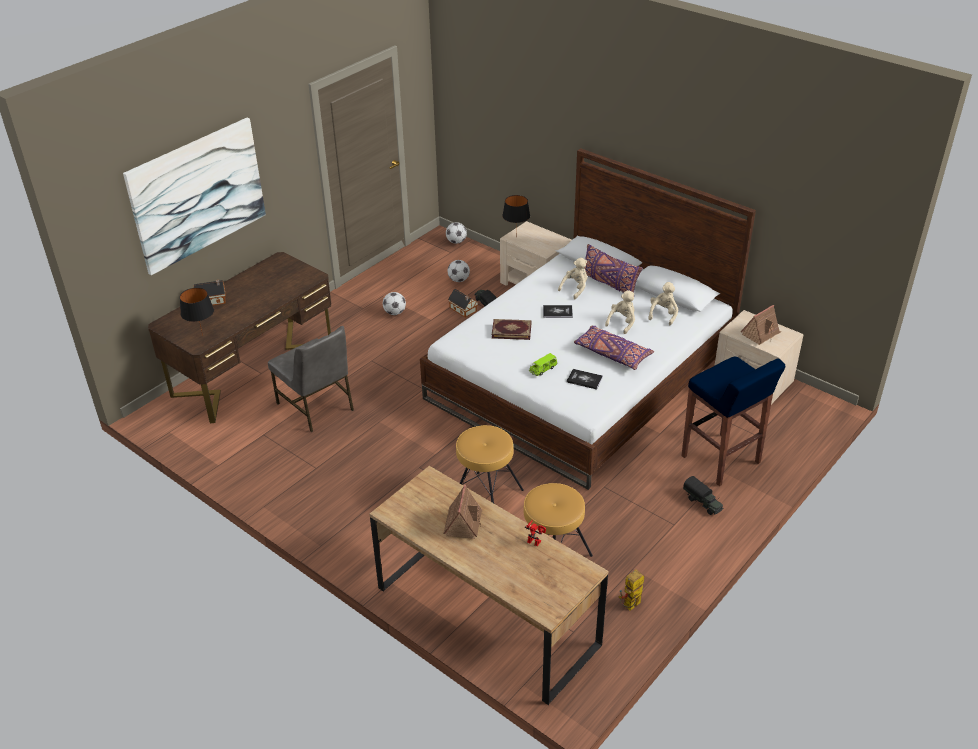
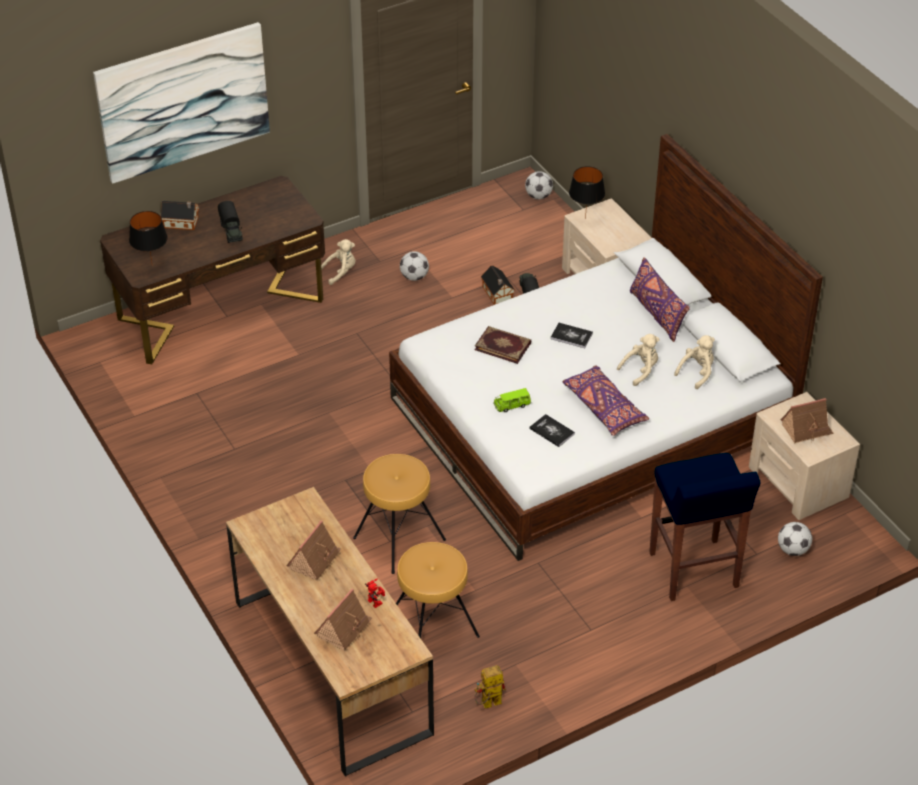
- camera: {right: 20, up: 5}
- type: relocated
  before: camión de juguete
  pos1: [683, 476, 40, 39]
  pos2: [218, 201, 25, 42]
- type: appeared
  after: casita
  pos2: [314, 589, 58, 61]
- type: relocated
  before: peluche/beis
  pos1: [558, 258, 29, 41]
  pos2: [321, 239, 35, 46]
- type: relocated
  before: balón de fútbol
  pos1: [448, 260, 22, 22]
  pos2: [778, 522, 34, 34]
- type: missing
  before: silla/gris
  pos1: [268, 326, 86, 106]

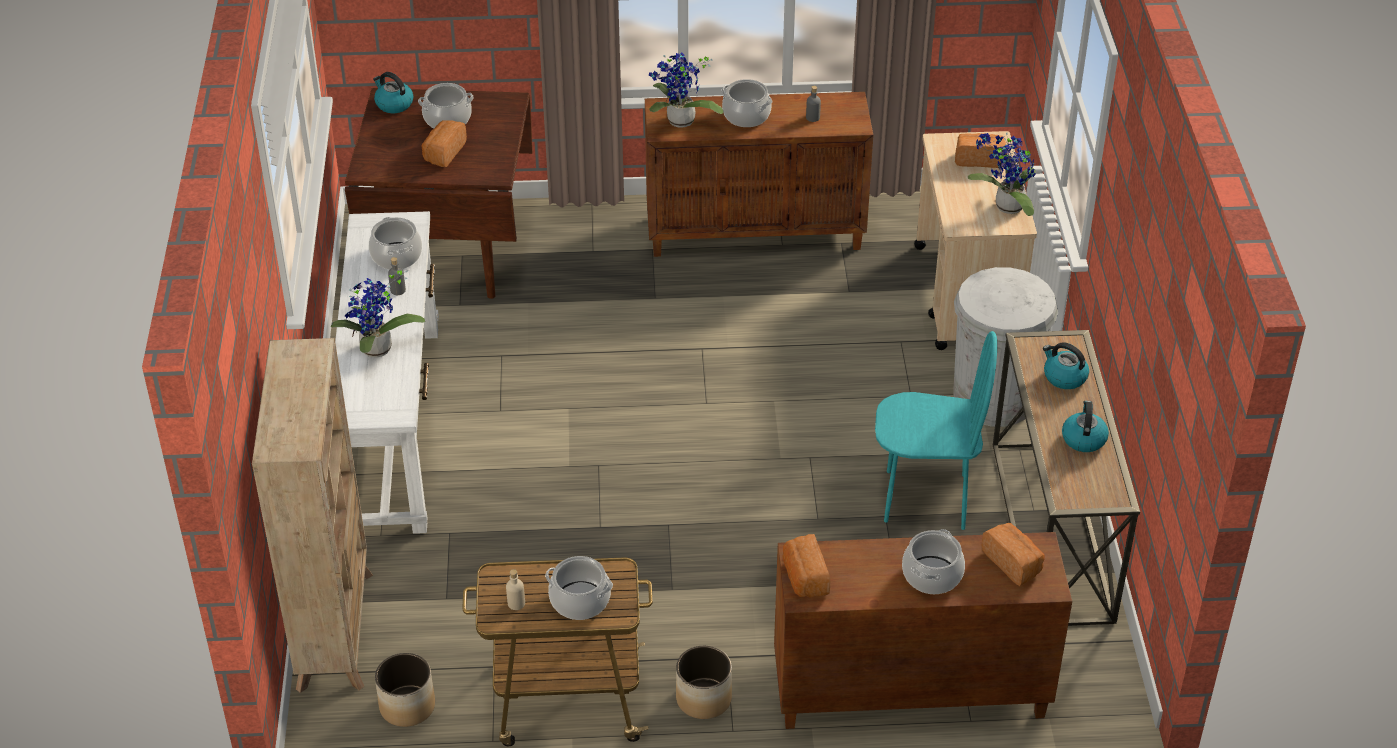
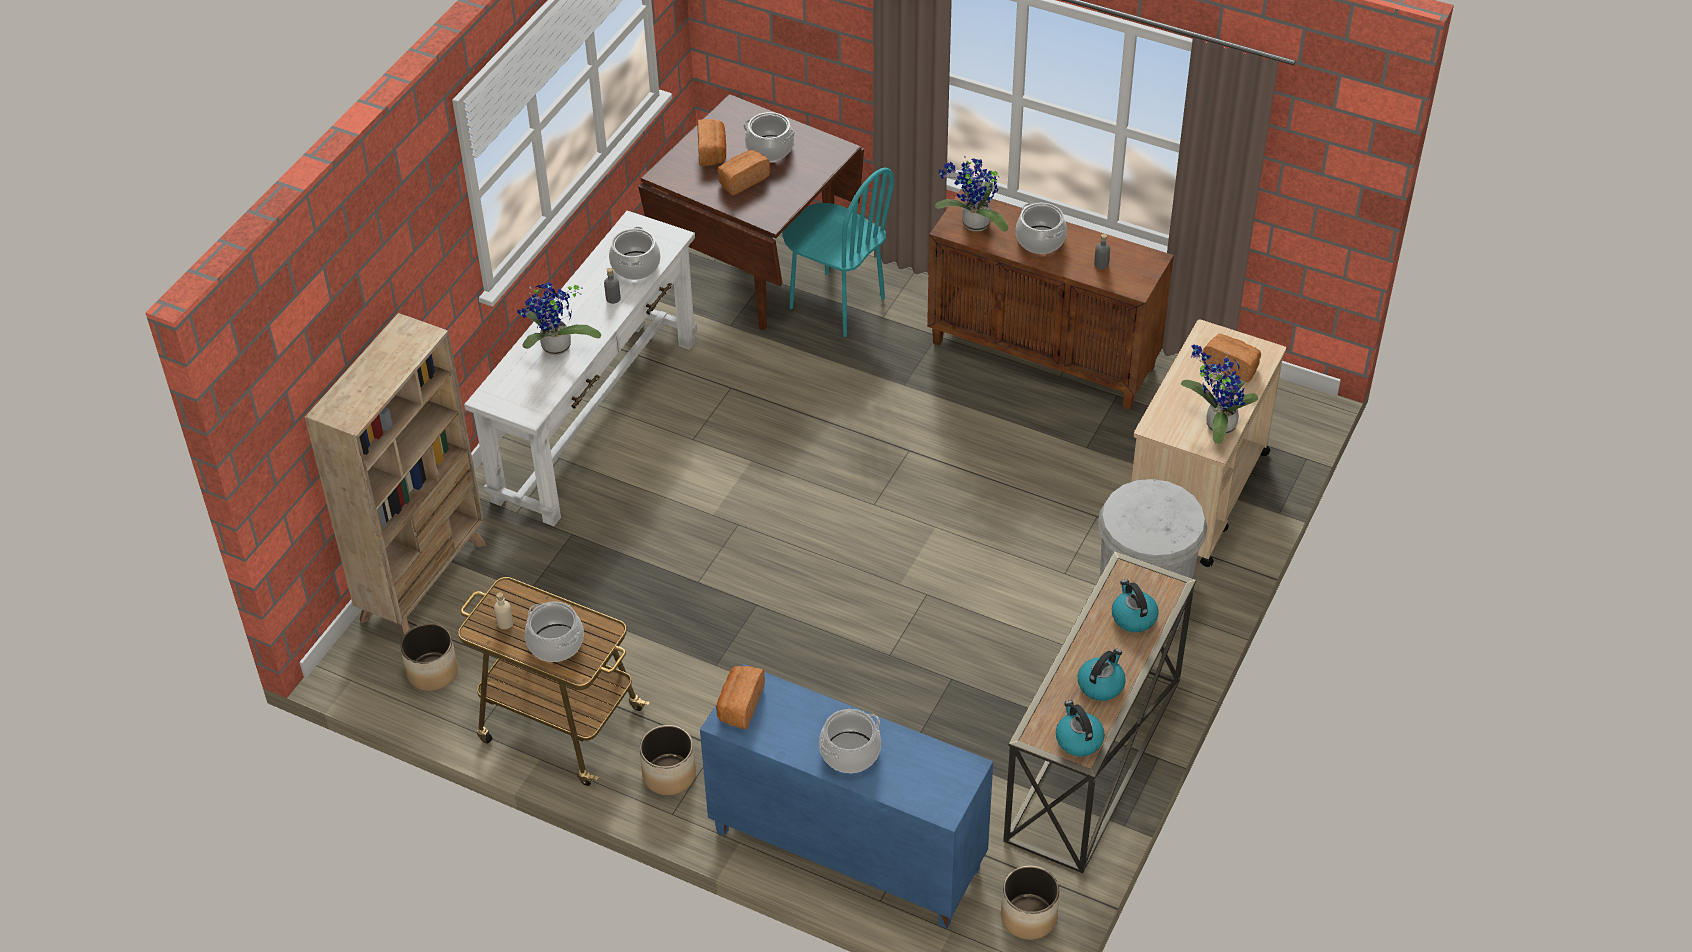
- camera: {right: 30, up: 5}
- type: relocated
  before: pan
  pos1: [981, 523, 64, 63]
  pos2: [697, 119, 29, 47]
- type: colour
  before: armario/marrón
  after: armario/azul
  pos1: [774, 532, 298, 197]
  pos2: [700, 664, 293, 265]
- type: relocated
  before: silla/turquesa
  pos1: [875, 331, 122, 199]
  pos2: [782, 168, 112, 169]
- type: appeared
  after: maceta
  pos2: [1001, 866, 58, 74]
- type: relocated
  before: hervidor
  pos1: [373, 72, 40, 41]
  pos2: [1056, 700, 49, 56]

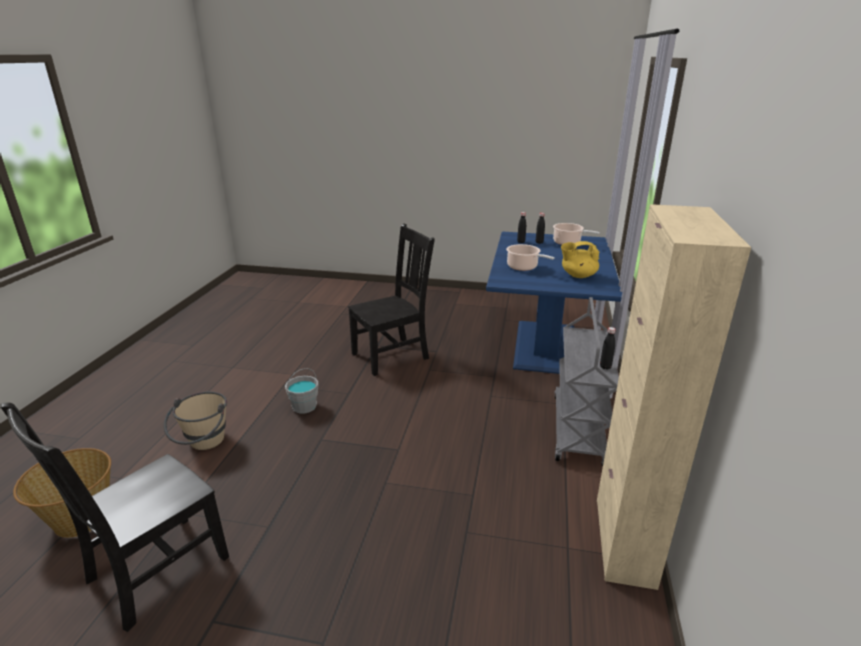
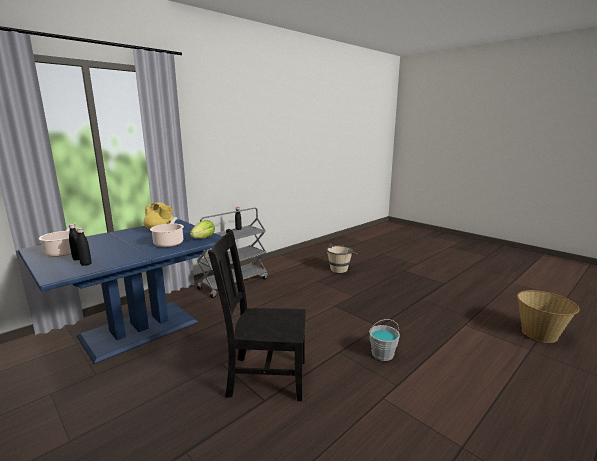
- camera: {right: -145, up: -10}
- type: appeared
  after: lechuga
  pos2: [190, 220, 25, 19]
- type: relocated
  before: cubo/beis
  pos1: [164, 392, 63, 58]
  pos2: [326, 243, 32, 30]
- type: missing
  before: silla/negro
  pos1: [1, 403, 228, 229]
- type: missing
  before: armario/beis
  pos1: [597, 204, 154, 386]

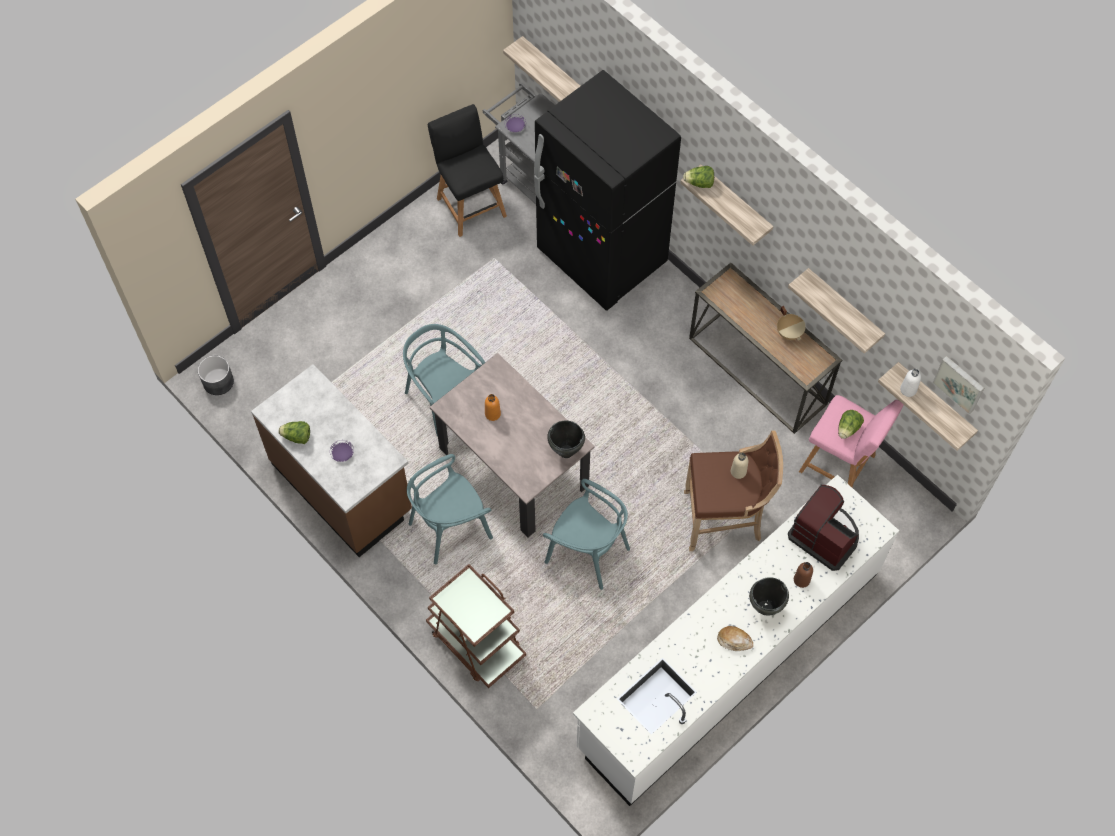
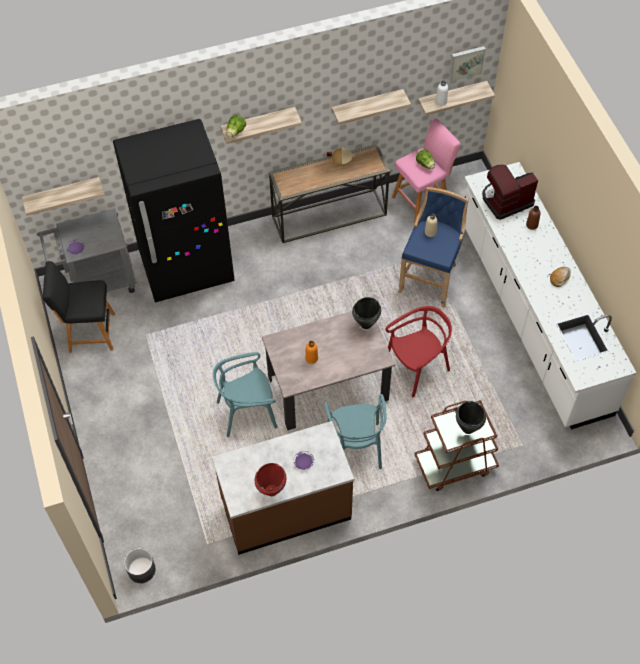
- camera: {right: -65, up: -5}
- type: exchanged
  before: lechuga
  after: olla/rojo
  pos1: [279, 421, 31, 23]
  pos2: [255, 463, 31, 33]
- type: colour
  before: silla/turquesa
  after: silla/rojo
  pos1: [543, 479, 87, 111]
  pos2: [385, 306, 67, 91]
- type: colour
  before: taburete/marrón
  after: taburete/azul
  pos1: [684, 431, 99, 120]
  pos2: [398, 187, 71, 121]
- type: relocated
  before: olla/negro
  pos1: [749, 577, 40, 39]
  pos2: [456, 401, 30, 33]

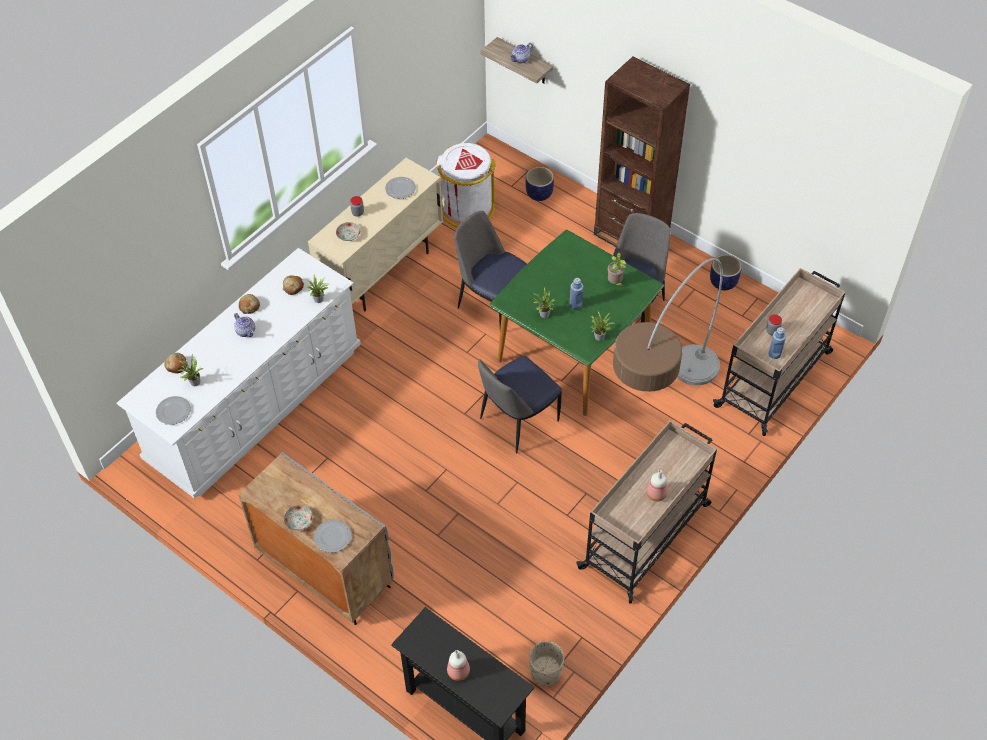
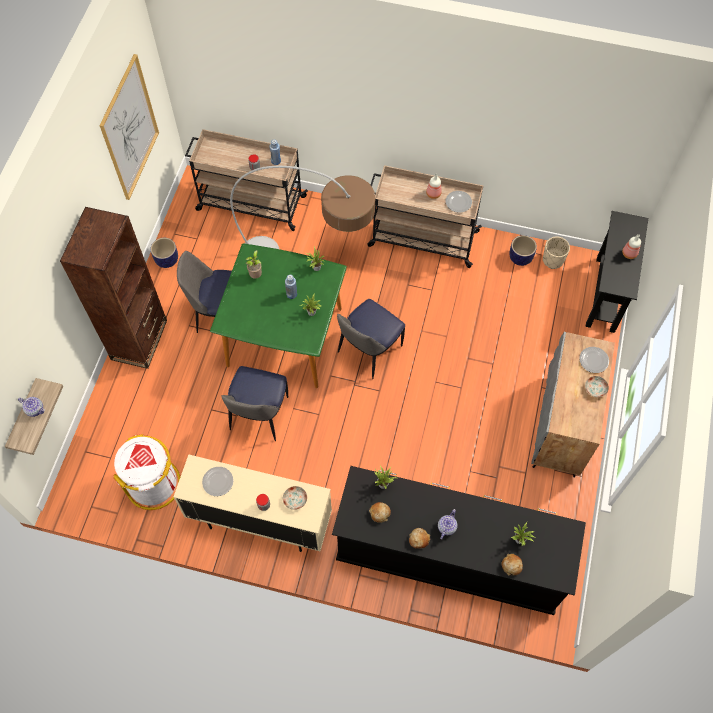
- camera: {right: -115, up: 10}
- type: appeared
  after: cuadro
  pos2: [99, 54, 60, 146]
- type: colour
  before: cómoda/blanco
  after: cómoda/negro
  pos1: [116, 248, 245, 251]
  pos2: [332, 466, 254, 149]
- type: spun
  before: silla
  pos1: [478, 356, 84, 98]
  pos2: [337, 299, 68, 80]
  turn: 105
- type: relocated
  before: plato
  pos1: [156, 396, 35, 29]
  pos2: [446, 191, 26, 22]
- type: relocated
  before: maceta
  pos1: [526, 167, 28, 34]
  pos2: [509, 235, 28, 31]

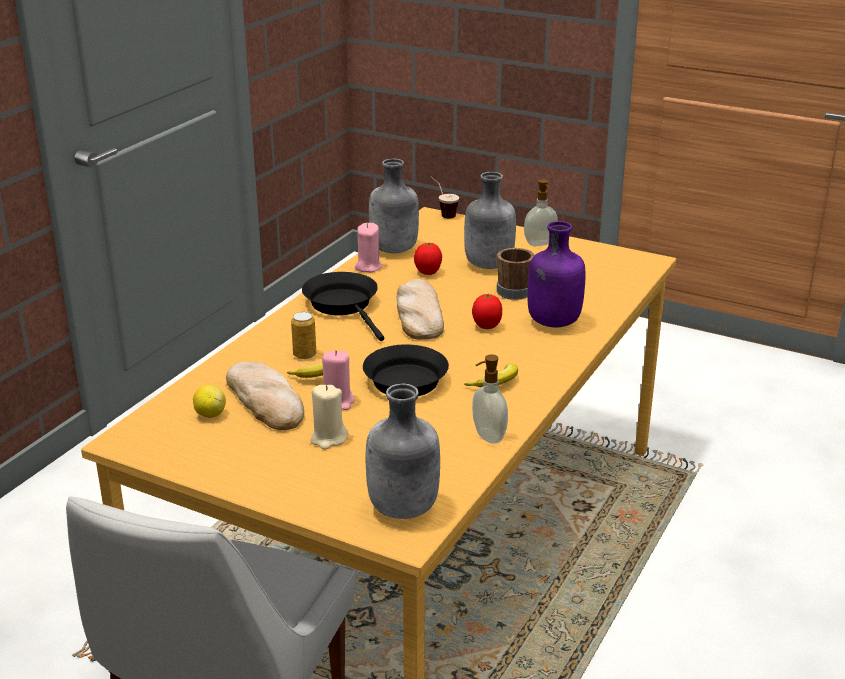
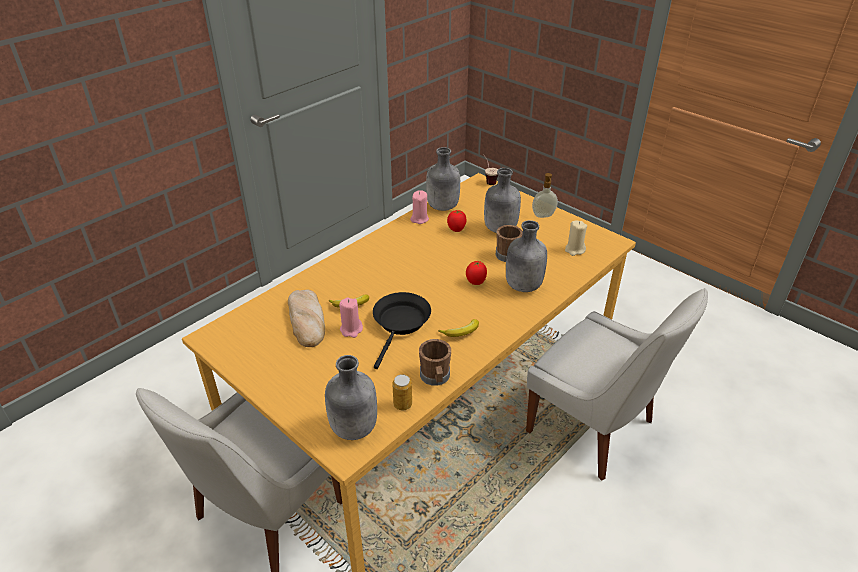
- camera: {right: 15, up: 10}
- type: relocated
  before: lata
  pos1: [291, 312, 25, 47]
  pos2: [392, 374, 20, 36]
- type: exchanged
  before: dispensador de jabón
  after: taza grande/marrón
  pos1: [472, 354, 36, 90]
  pos2: [419, 339, 32, 47]
- type: colour
  before: botella/morado
  after: botella/gris
  pos1: [527, 221, 58, 106]
  pos2: [506, 220, 41, 72]
- type: appeared
  after: silla/blanco
  pos2: [526, 288, 182, 193]
- type: relocated
  before: vela/beis
  pos1: [311, 385, 37, 65]
  pos2: [565, 221, 22, 35]
- type: missing
  before: limón
  pos1: [193, 385, 33, 33]
- type: missing
  before: sartén/negro
  pos1: [302, 272, 82, 69]
- type: missing
  before: pan
  pos1: [397, 279, 47, 61]

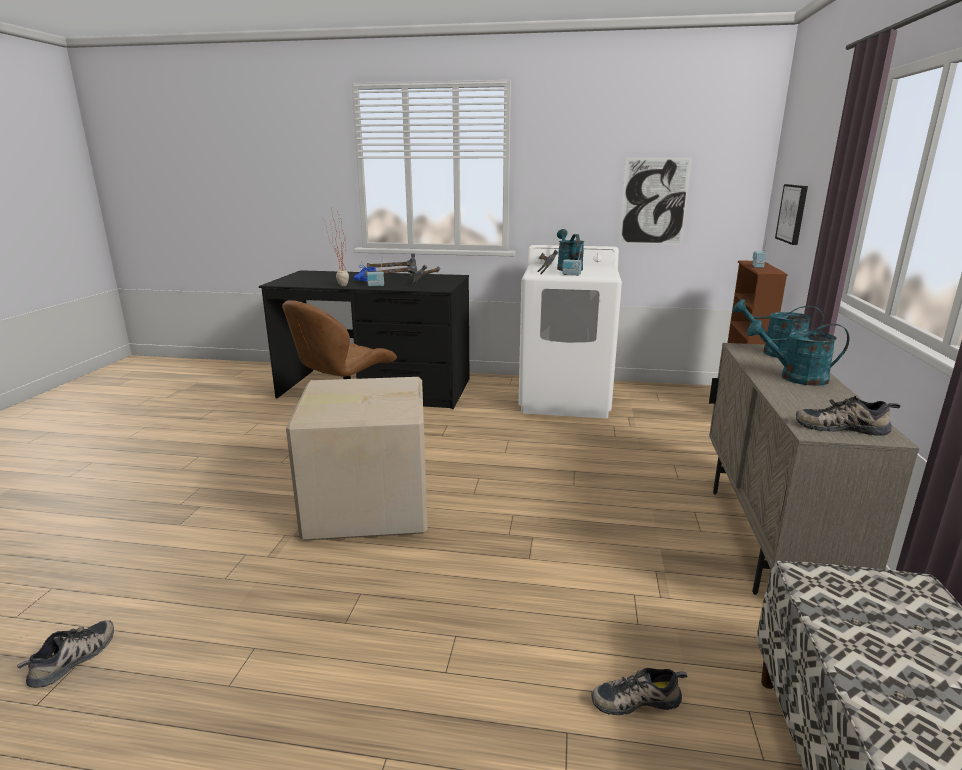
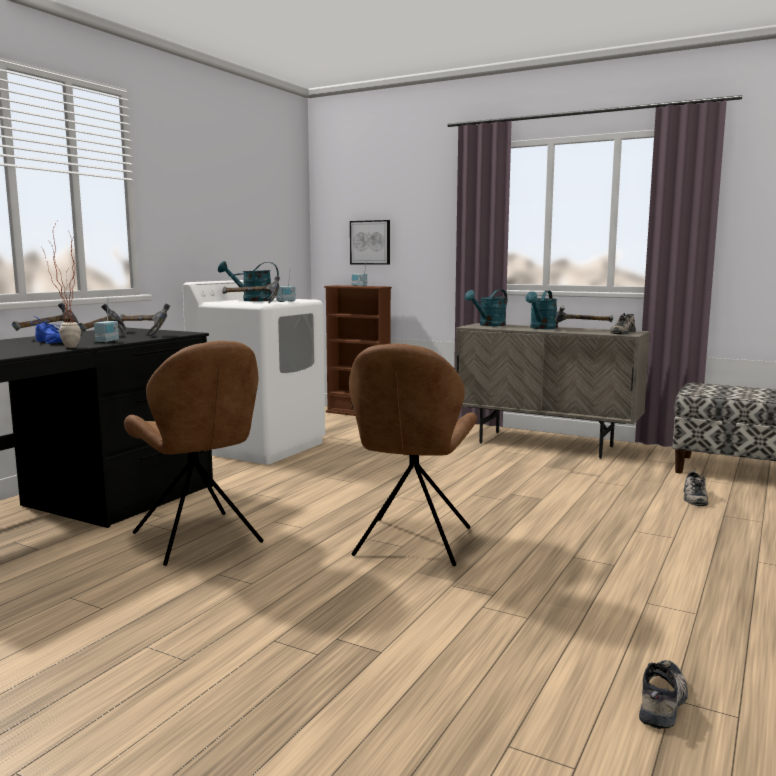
- camera: {right: -70, up: -10}
- type: exchanged
  before: caja de cartón
  after: silla/marrón
  pos1: [286, 377, 142, 164]
  pos2: [349, 344, 128, 222]
- type: appeared
  after: martillo
  pos2: [555, 306, 58, 23]
- type: spun
  before: zapato
  pos1: [17, 620, 97, 68]
  pos2: [639, 660, 49, 69]
  turn: 75
- type: missing
  before: cuadro
  pos1: [619, 158, 73, 87]

